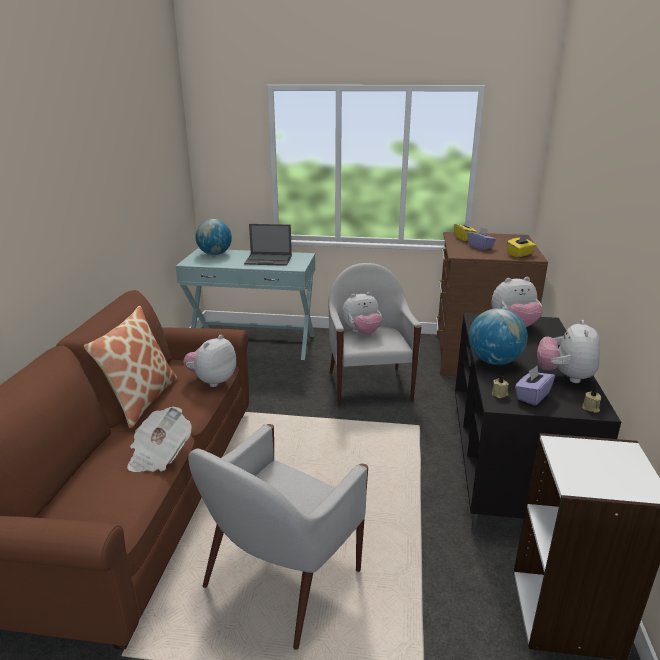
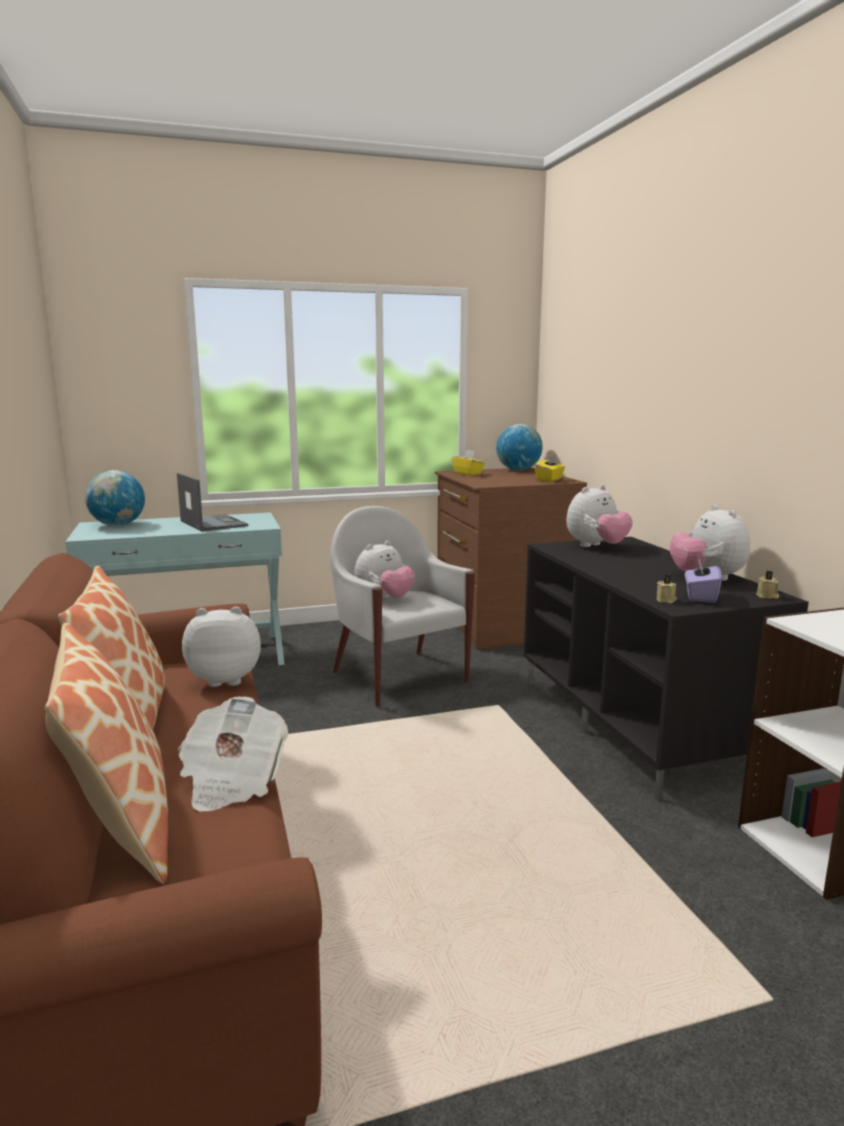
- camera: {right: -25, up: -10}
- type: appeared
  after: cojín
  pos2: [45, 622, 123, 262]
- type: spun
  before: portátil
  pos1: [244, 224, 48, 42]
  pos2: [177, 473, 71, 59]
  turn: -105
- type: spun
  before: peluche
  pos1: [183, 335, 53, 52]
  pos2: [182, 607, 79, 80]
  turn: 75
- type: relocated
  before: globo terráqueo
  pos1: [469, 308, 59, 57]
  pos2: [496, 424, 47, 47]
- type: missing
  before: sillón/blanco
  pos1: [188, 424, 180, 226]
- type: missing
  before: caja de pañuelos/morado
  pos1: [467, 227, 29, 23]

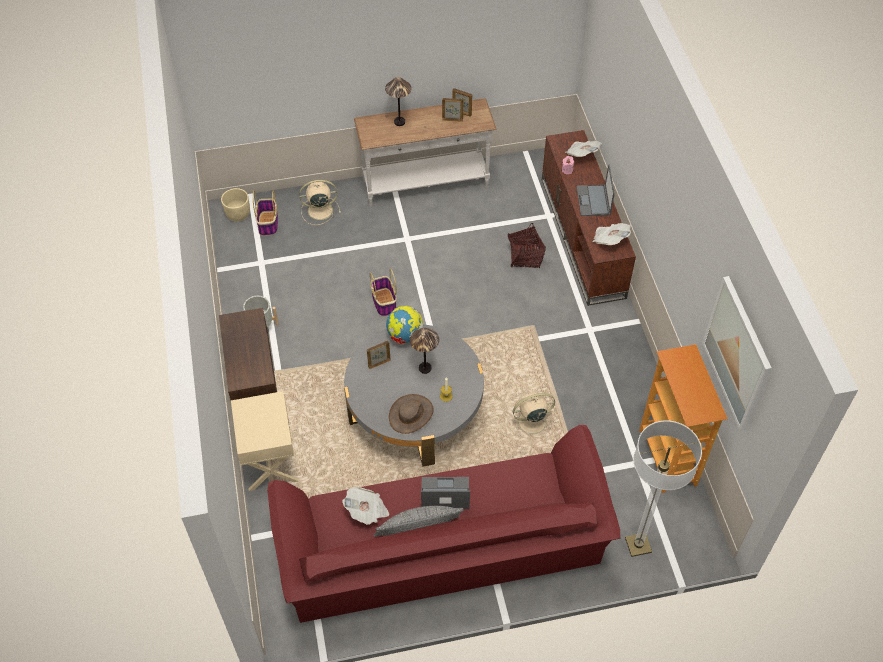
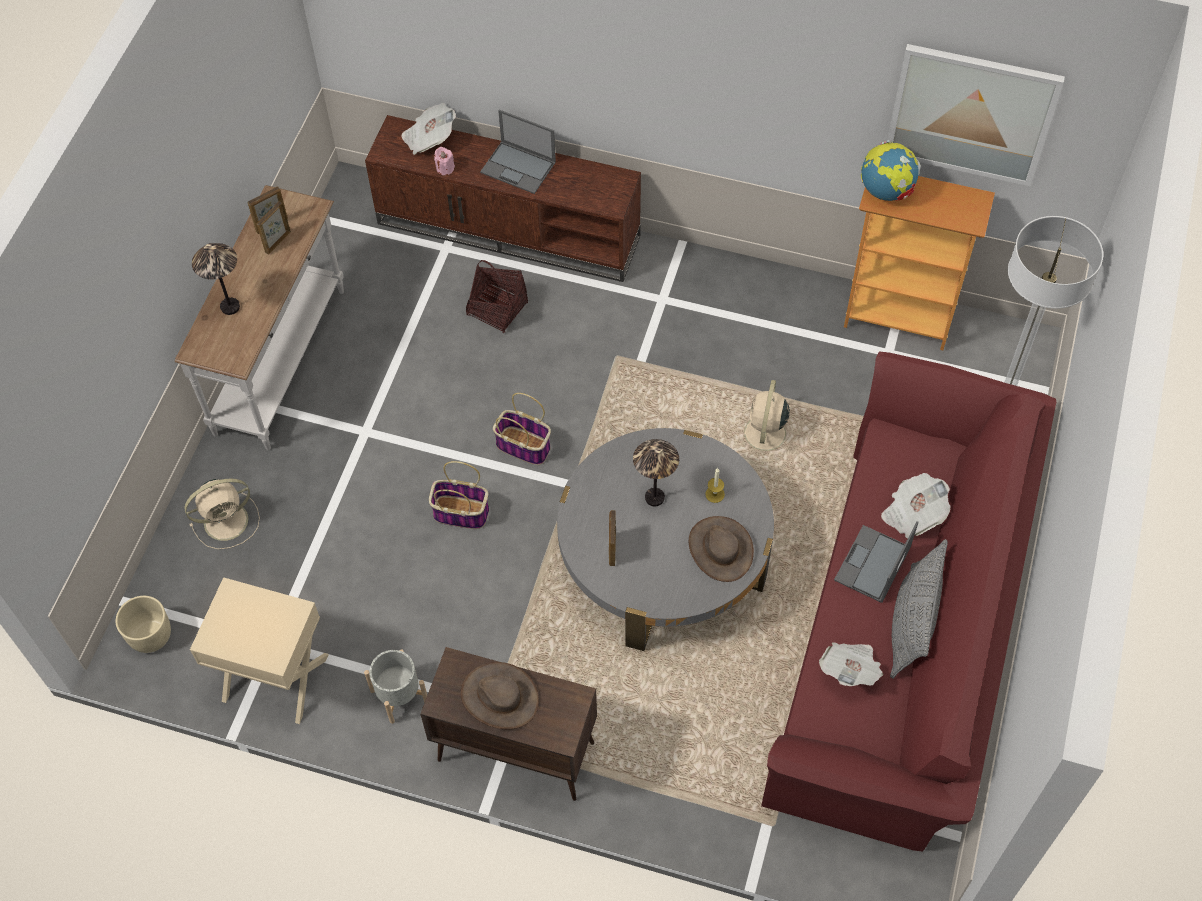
- camera: {right: -60, up: 5}
- type: spun
  before: ventilador/beis
  pos1: [299, 180, 42, 45]
  pos2: [184, 478, 76, 71]
  turn: -135
- type: relocated
  before: mesita de noche/beis
  pos1: [231, 391, 68, 100]
  pos2: [190, 577, 139, 147]
- type: appeared
  after: sombrero/marrón
  pos2: [461, 662, 78, 67]
- type: relocated
  before: cesta
  pos1: [253, 190, 25, 46]
  pos2: [493, 393, 58, 72]
- type: relocated
  before: globo terráqueo
  pos1: [386, 306, 37, 38]
  pos2: [861, 140, 60, 61]
- type: relocated
  before: periódico
  pos1: [593, 223, 38, 22]
  pos2: [881, 473, 70, 65]

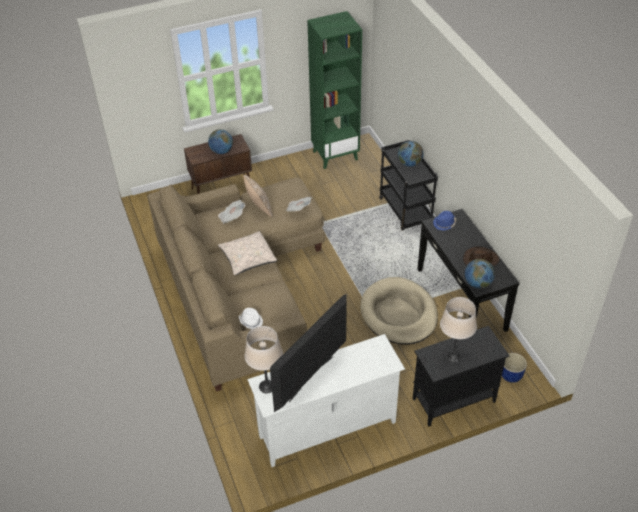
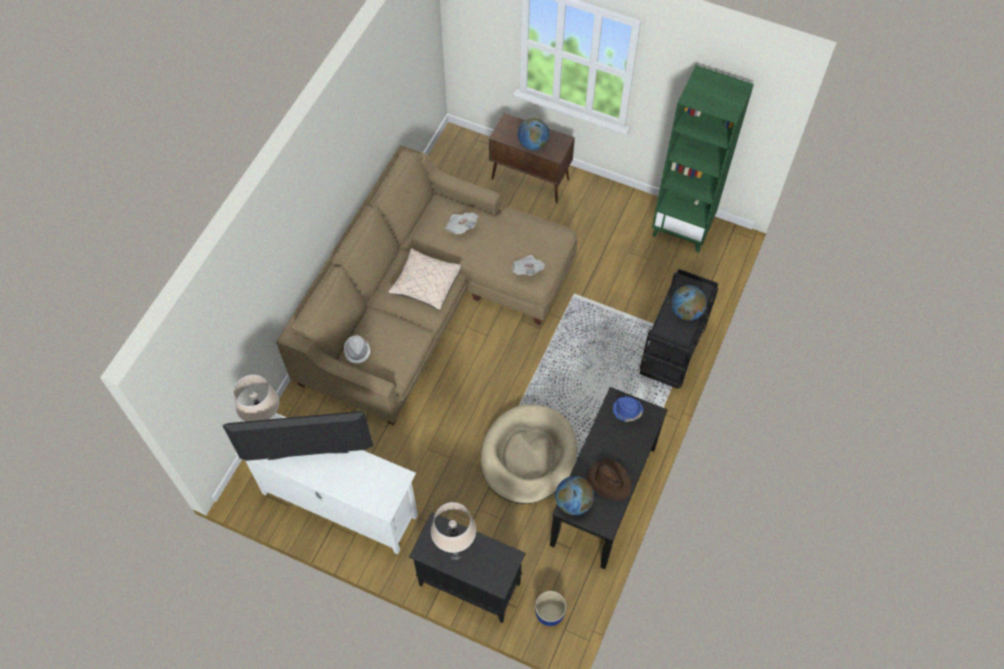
- camera: {right: 45, up: 15}
- type: missing
  before: cojín
  pos1: [243, 175, 30, 42]

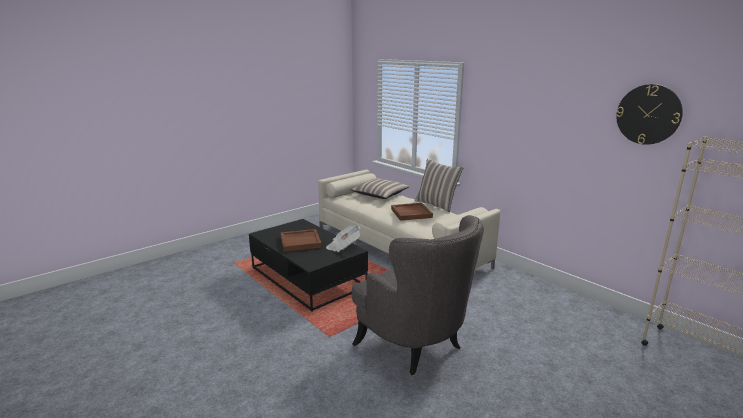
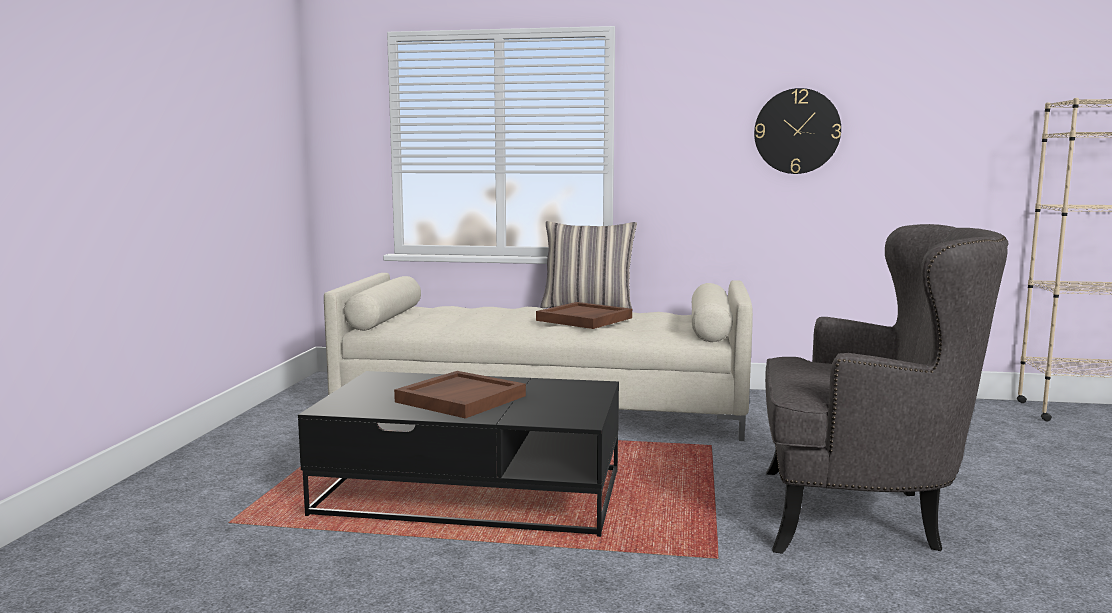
- camera: {right: -40, up: -10}
- type: relocated
  before: reloj de pared
  pos1: [616, 84, 67, 61]
  pos2: [754, 88, 87, 86]
- type: missing
  before: periódico
  pos1: [326, 226, 34, 26]
- type: missing
  before: cojín
  pos1: [351, 178, 58, 21]

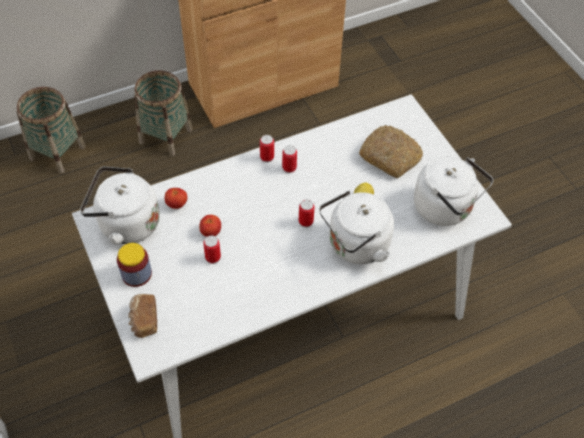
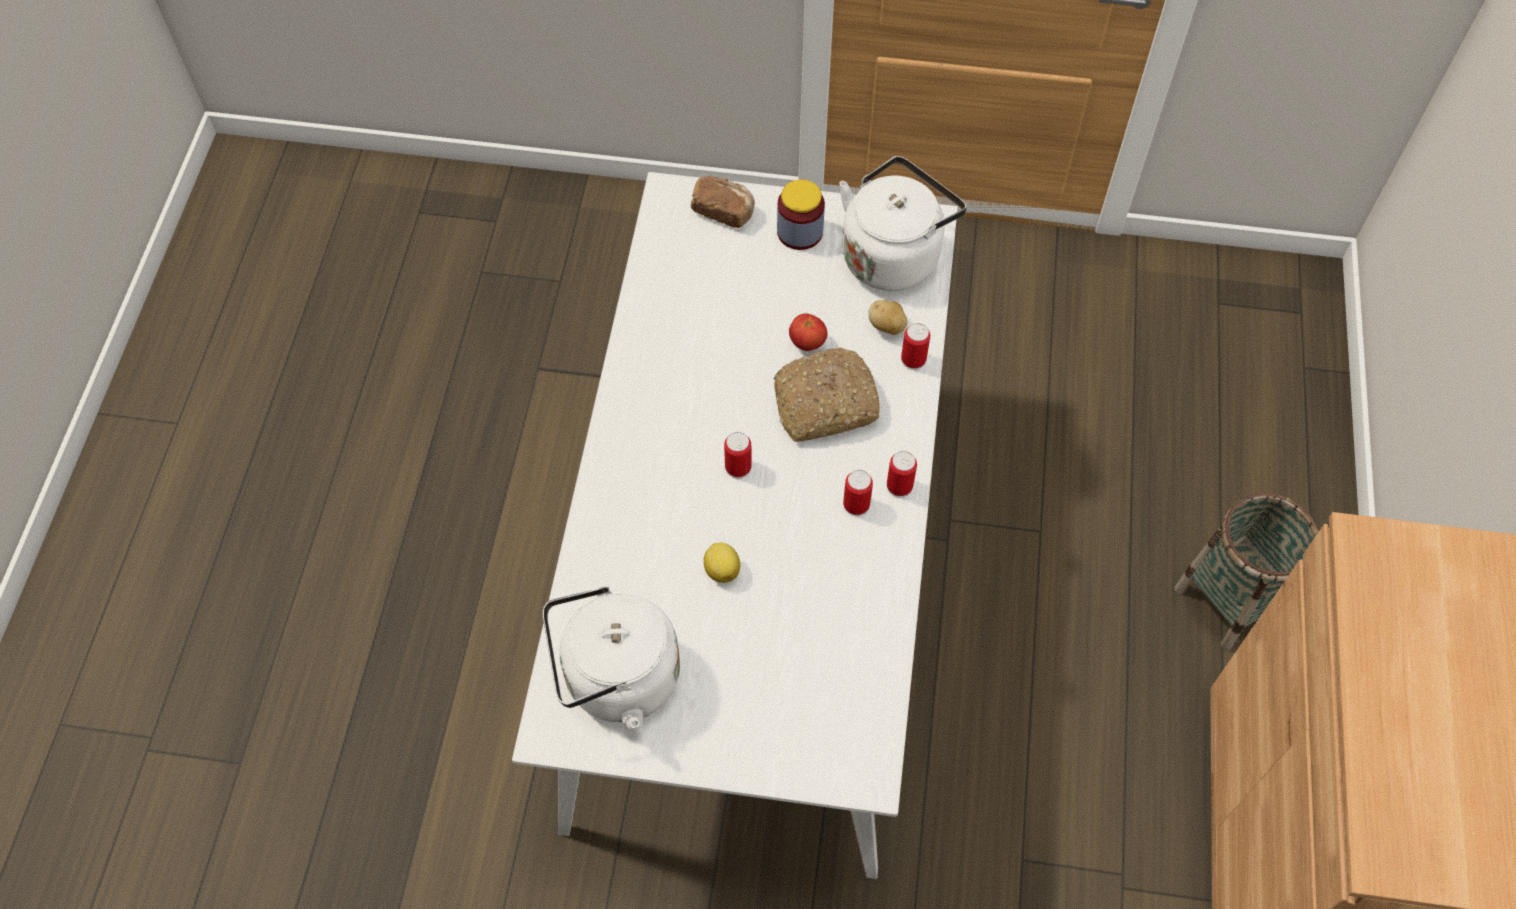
- camera: {right: 125, up: 5}
- type: relocated
  before: pan
  pos1: [359, 125, 64, 53]
  pos2: [774, 348, 106, 94]
- type: exchanged
  before: tomate
  after: patata
  pos1: [165, 188, 22, 21]
  pos2: [868, 300, 40, 35]
- type: relocated
  before: lata
  pos1: [203, 235, 18, 29]
  pos2: [901, 323, 29, 47]
- type: missing
  before: cesta
  pos1: [16, 87, 70, 87]
- type: missing
  before: hervidor/blanco
  pos1: [319, 190, 75, 74]

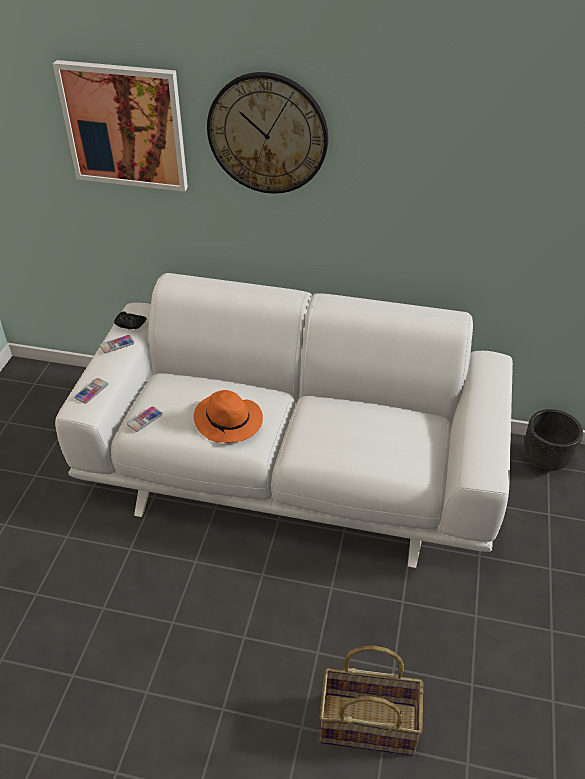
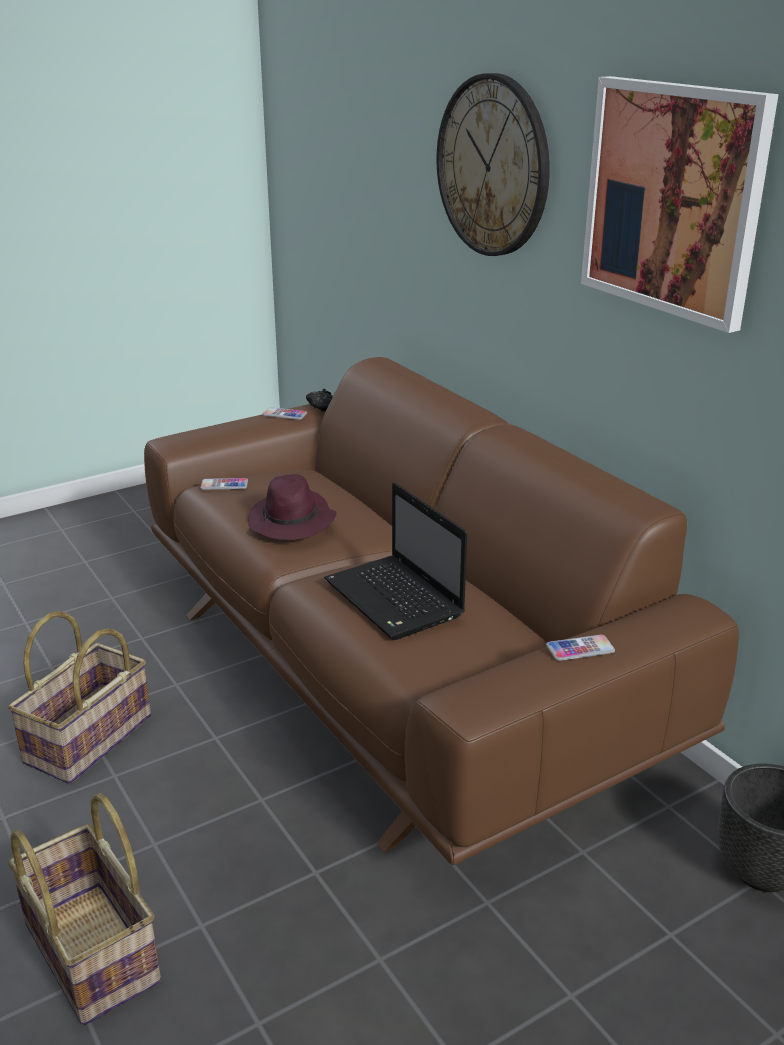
- camera: {right: 45, up: -15}
- type: appeared
  after: cesta
  pos2: [8, 611, 143, 173]
- type: colour
  before: sofá/blanco
  after: sofá/marrón
  pos1: [55, 273, 458, 295]
  pos2: [144, 357, 595, 509]
- type: colour
  before: sombrero/naranja
  after: sombrero/morado
  pos1: [194, 390, 69, 53]
  pos2: [248, 474, 89, 66]
- type: appeared
  after: portátil
  pos2: [324, 483, 143, 157]
- type: relocated
  before: móvil
  pos1: [74, 378, 34, 25]
  pos2: [546, 635, 69, 26]
- type: relocated
  before: cuadro
  pos1: [53, 60, 135, 132]
  pos2: [581, 76, 198, 257]

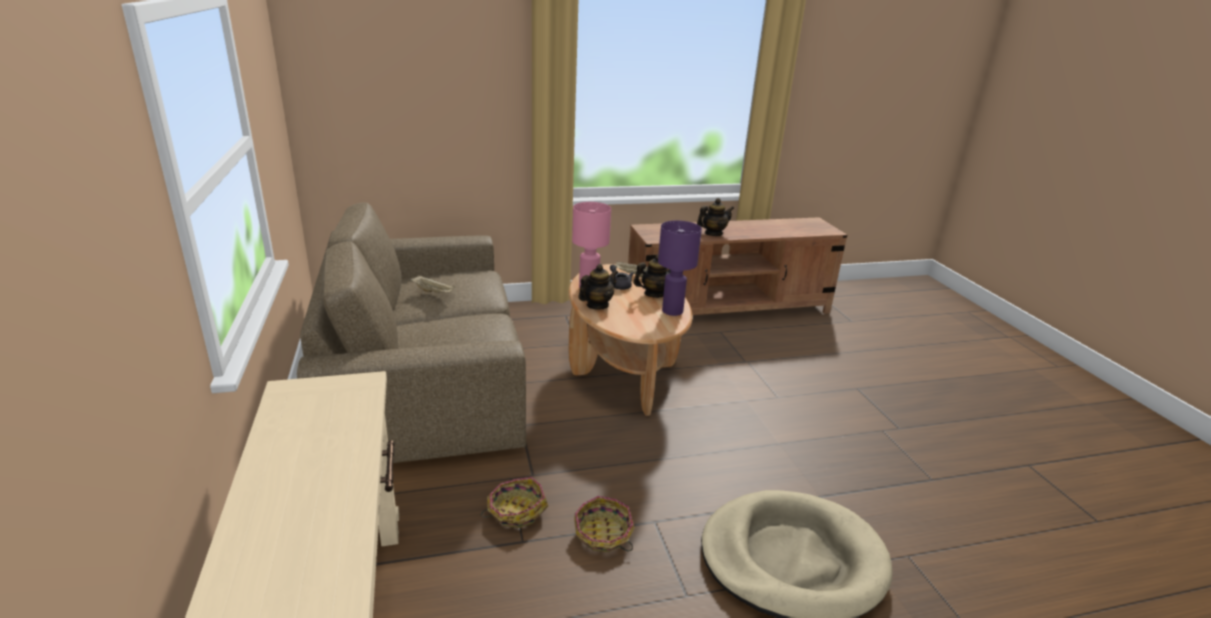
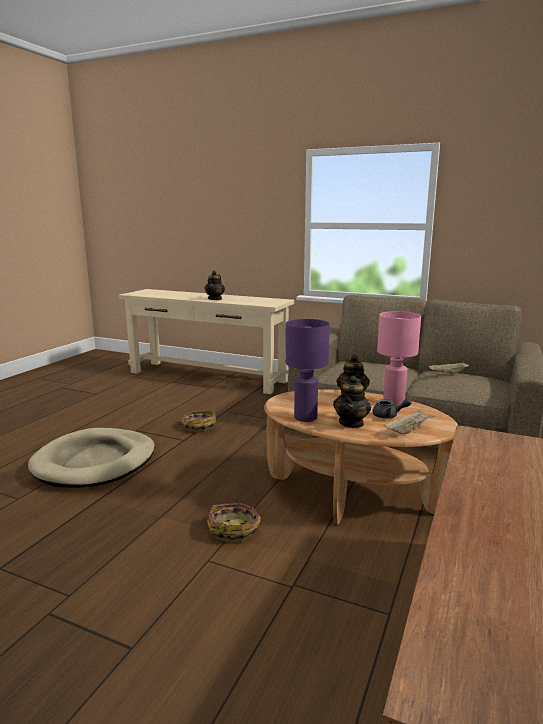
- camera: {right: 130, up: -10}
- type: relocated
  before: tetera
  pos1: [697, 198, 37, 38]
  pos2: [204, 271, 21, 29]
- type: relocated
  before: cesta
  pos1: [481, 477, 67, 51]
  pos2: [207, 503, 54, 40]

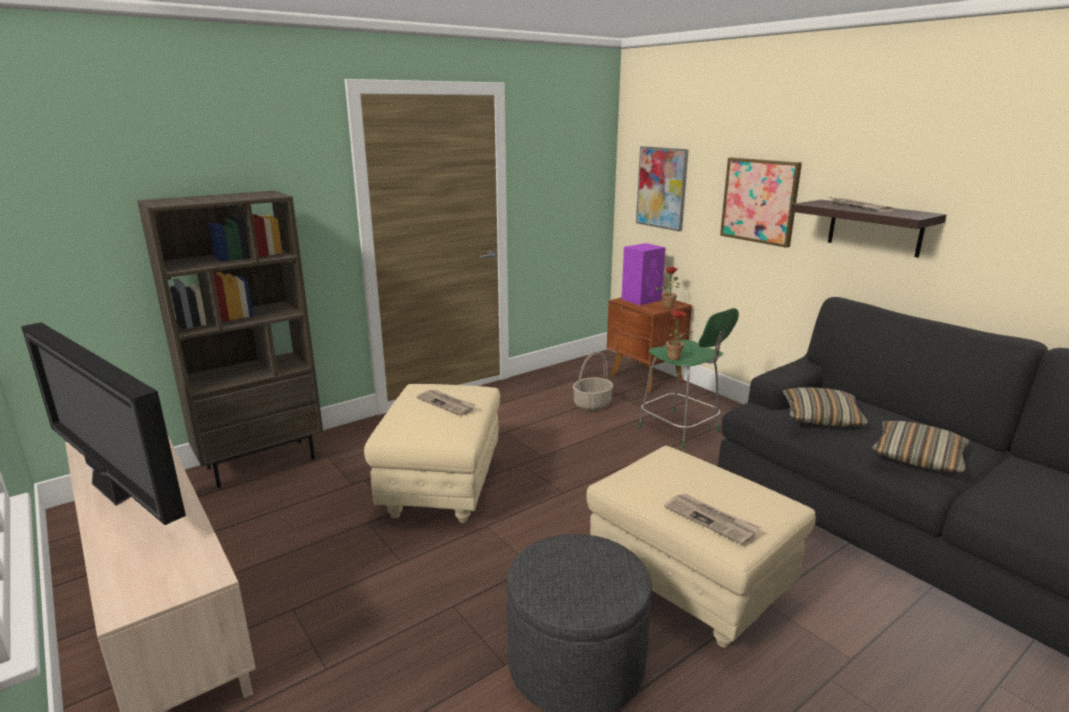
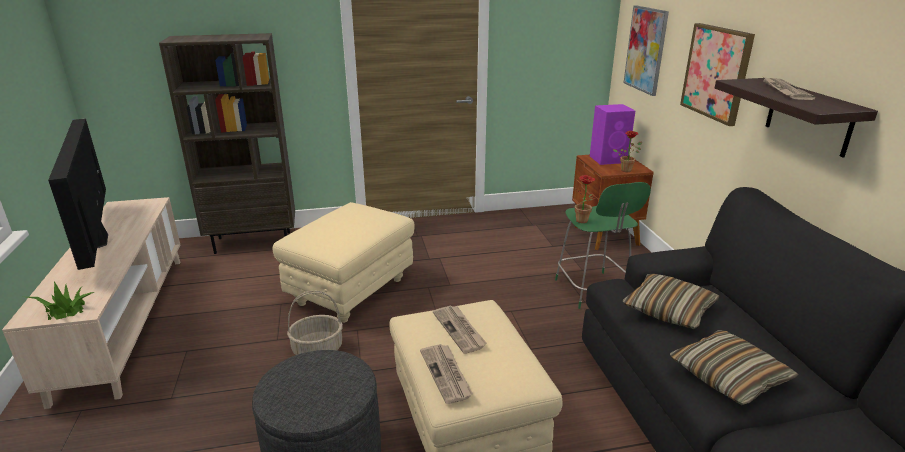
- camera: {right: 25, up: 5}
- type: appeared
  after: planta en maceta
  pos2: [27, 282, 67, 38]
- type: relocated
  before: cesta
  pos1: [573, 352, 40, 59]
  pos2: [287, 290, 56, 65]
- type: relocated
  before: periódico
  pos1: [416, 389, 60, 27]
  pos2: [433, 305, 54, 49]

